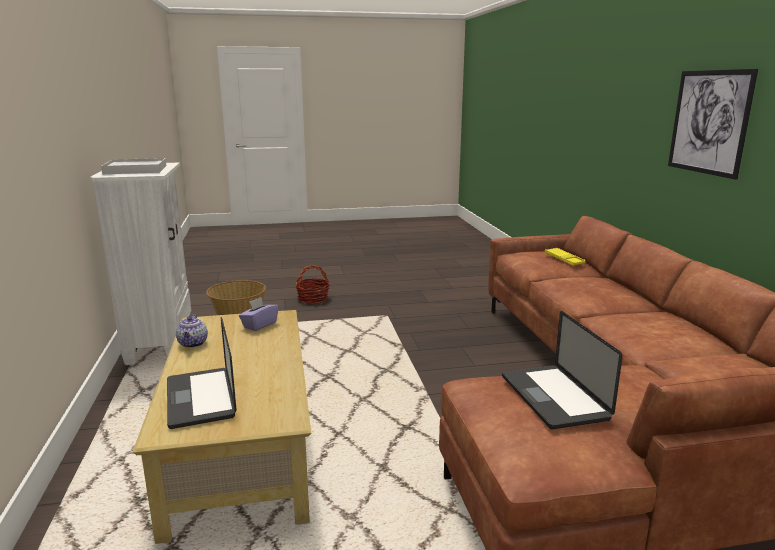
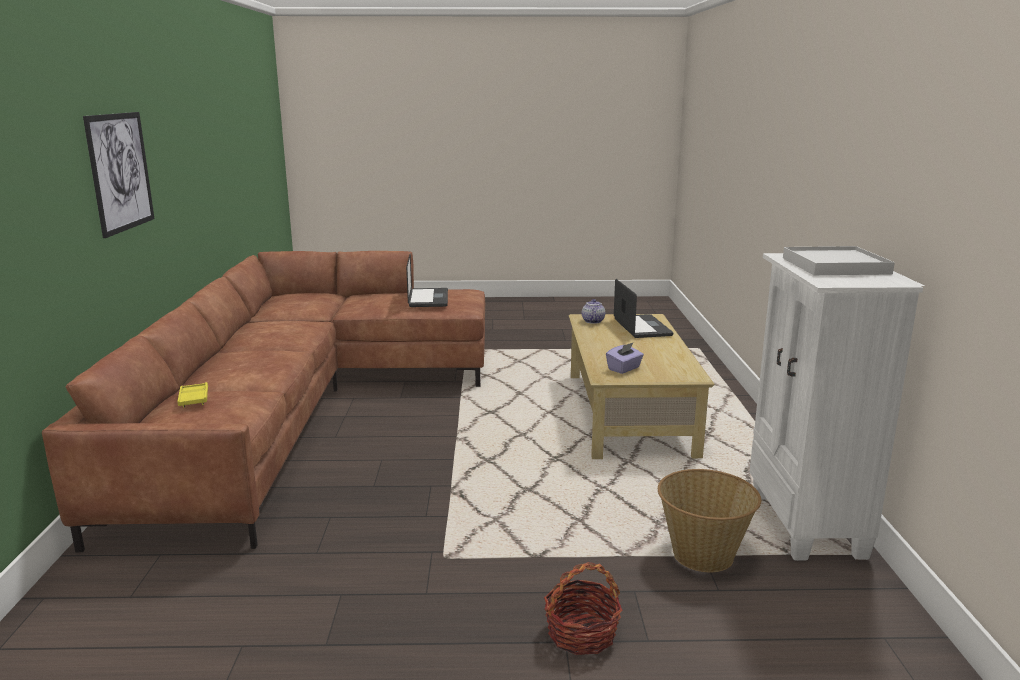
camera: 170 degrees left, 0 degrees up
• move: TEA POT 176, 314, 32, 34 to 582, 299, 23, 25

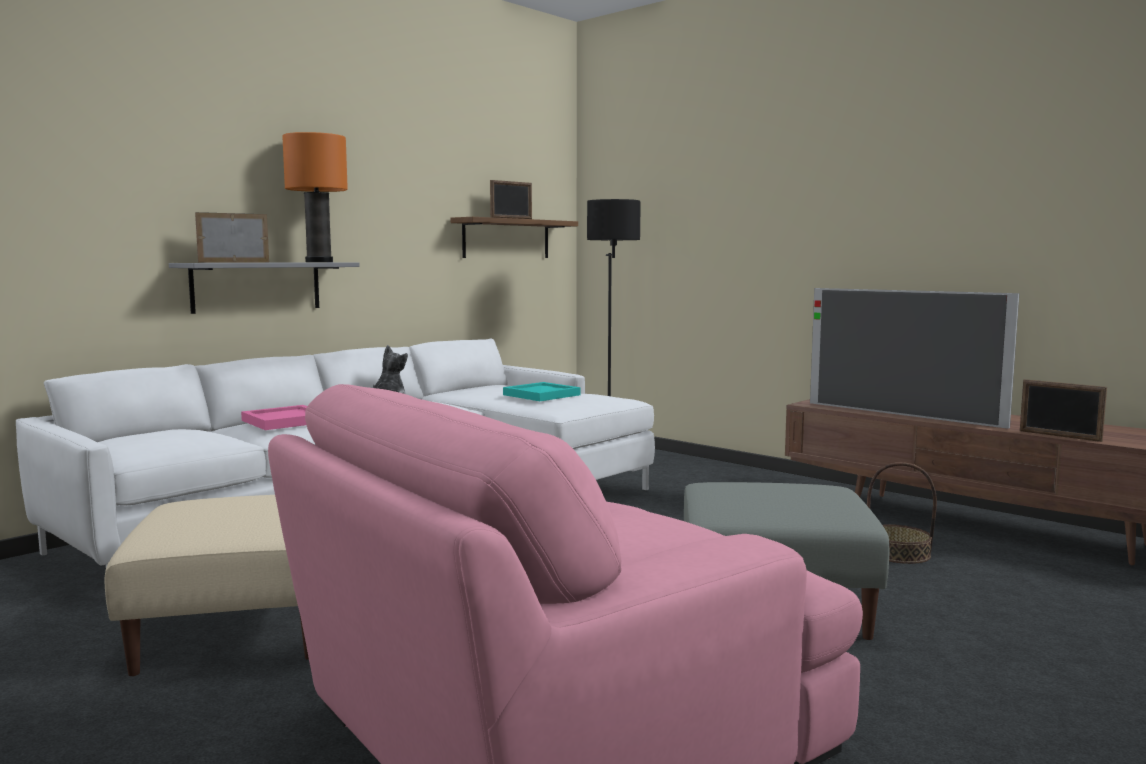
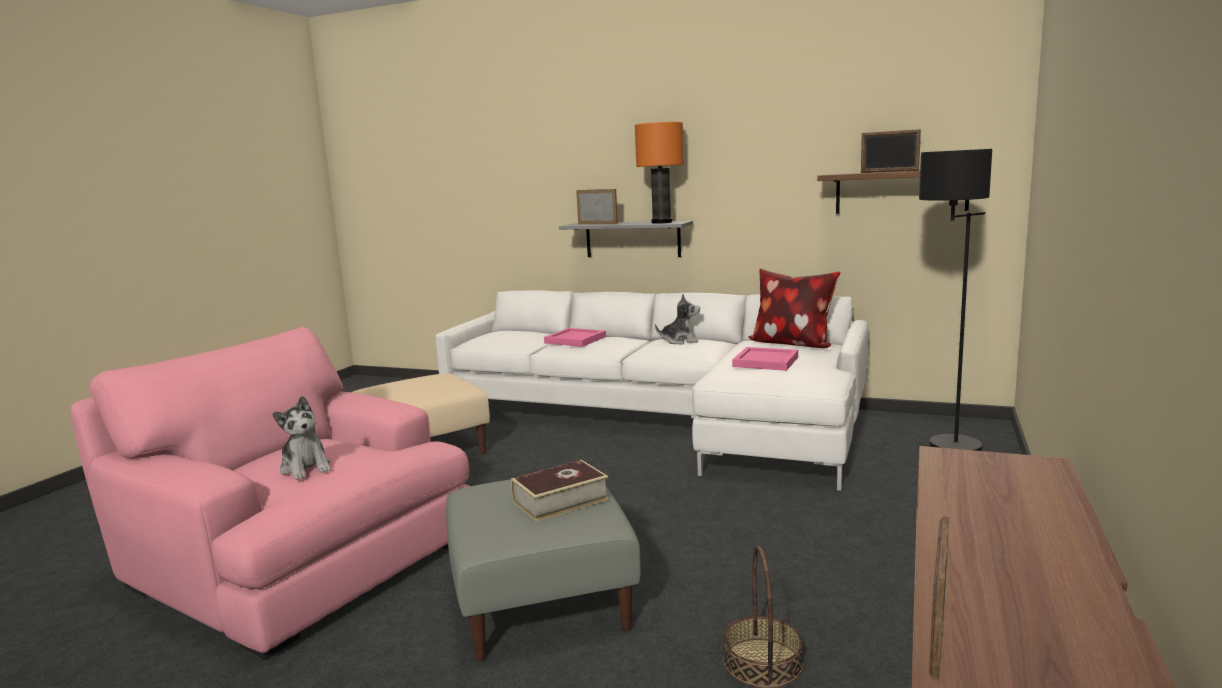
camera: 70 degrees right, 5 degrees up
• recolor: TURQUOISE CARRYING TRAY 503, 382, 77, 19 to PINK CARRYING TRAY 732, 347, 66, 24
• delete: TV SET 810, 288, 209, 141
• insert: PLUSH TOY 273, 396, 58, 84
• insert: VOLUME 511, 460, 98, 62
• insert: PILLOW 749, 269, 91, 79

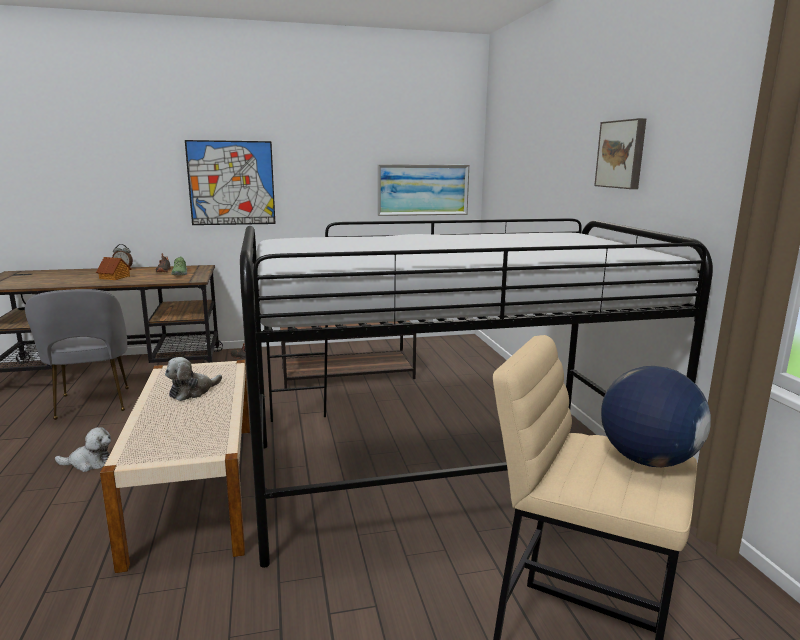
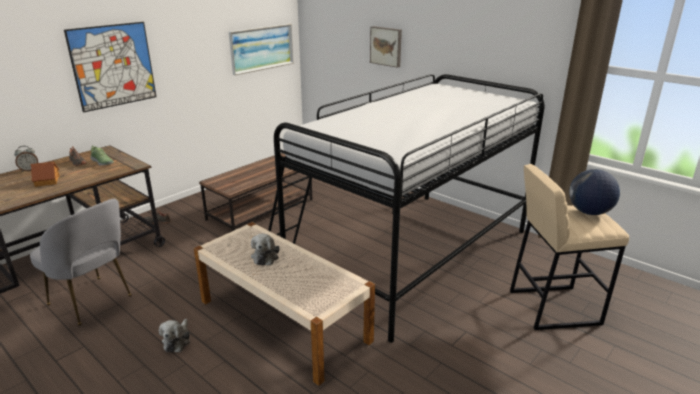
camera: 35 degrees left, 10 degrees up
• rotate: PLUSH TOY 55, 427, 56, 45 = 159, 319, 31, 33 135 degrees clockwise
• move: PICTURE 594, 118, 52, 71 to 370, 26, 32, 42

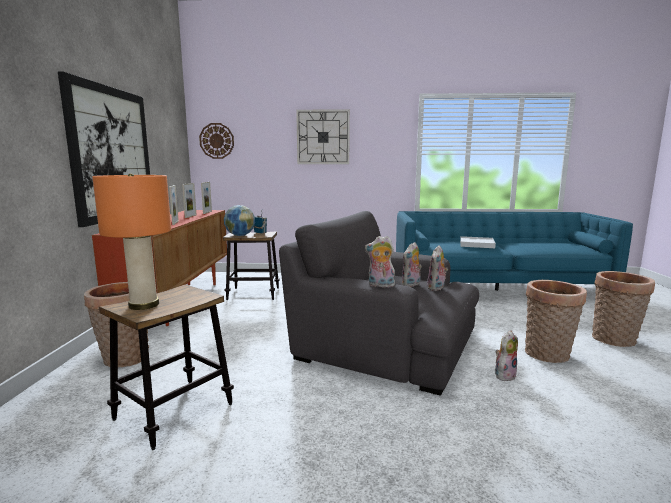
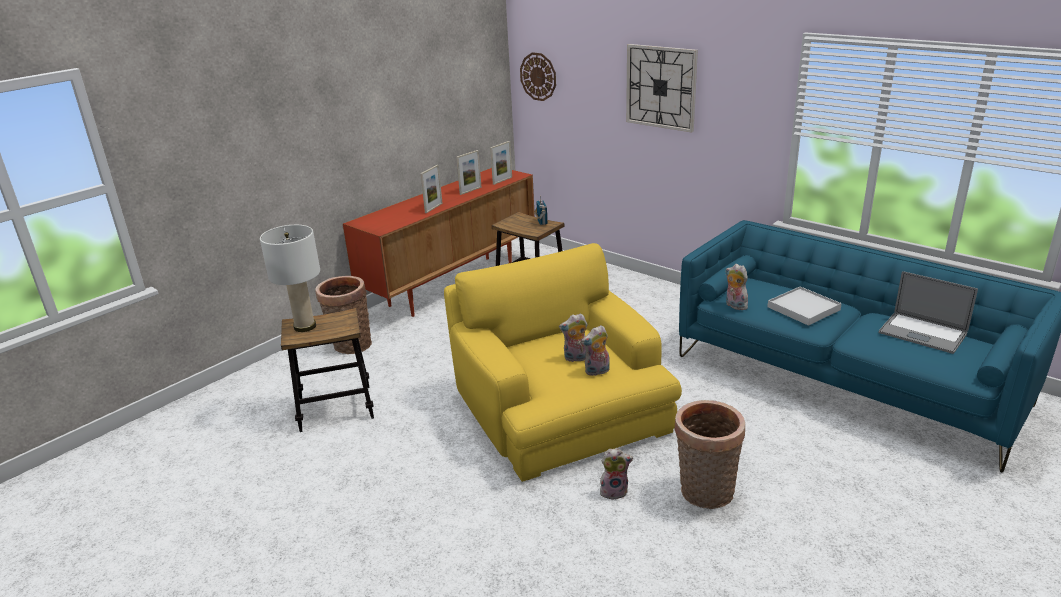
camera: 40 degrees right, 15 degrees up
• delete: PICTURE 58, 72, 92, 155
• recolor: ORANGE TABLE LAMP 92, 173, 79, 137 to WHITE-COLOURED TABLE LAMP 260, 225, 60, 107
• delete: GLOBE 224, 205, 31, 31
• recolor: GREY LOUNGE CHAIR 279, 211, 200, 185 to YELLOW-COLOURED LOUNGE CHAIR 444, 243, 238, 239
• move: PLUSH TOY 365, 236, 31, 52 to 726, 264, 25, 46
• delete: HOUSEHOLD BASKET 592, 271, 63, 76
• insert: NOTEBOOK COMPUTER 878, 271, 100, 83

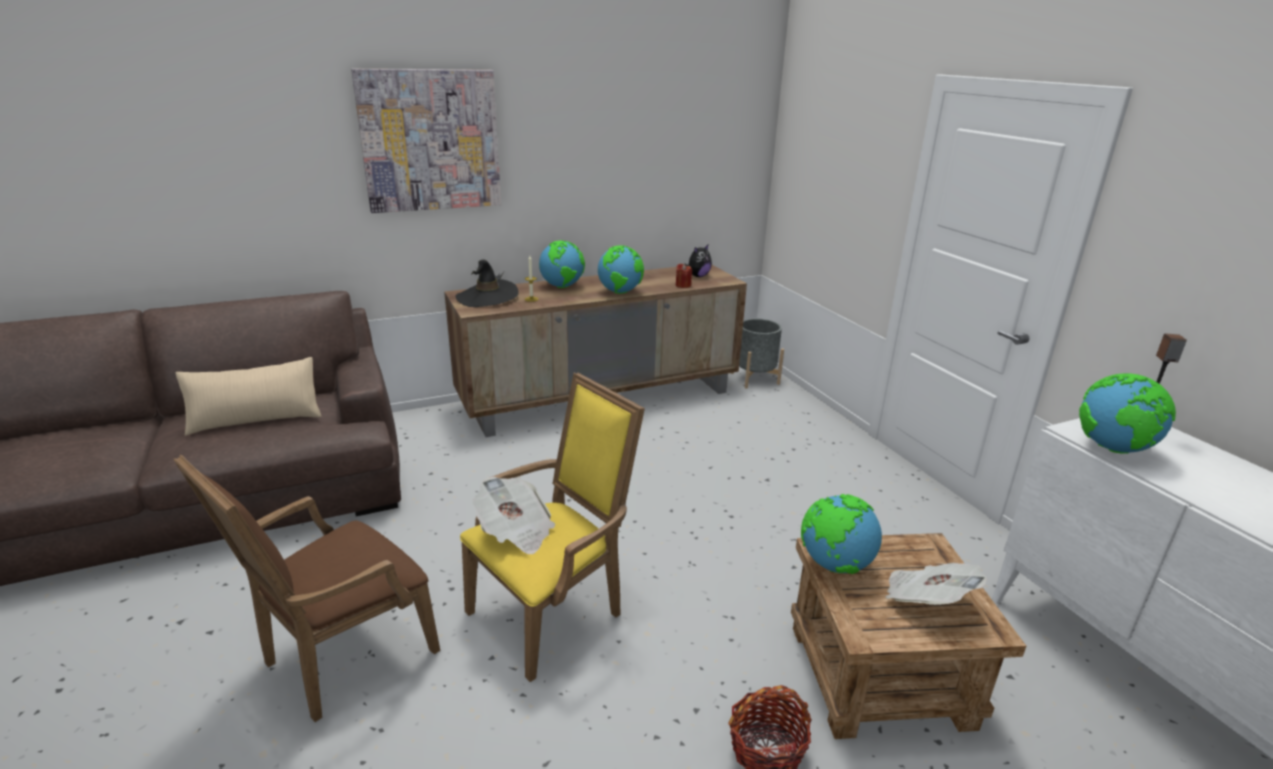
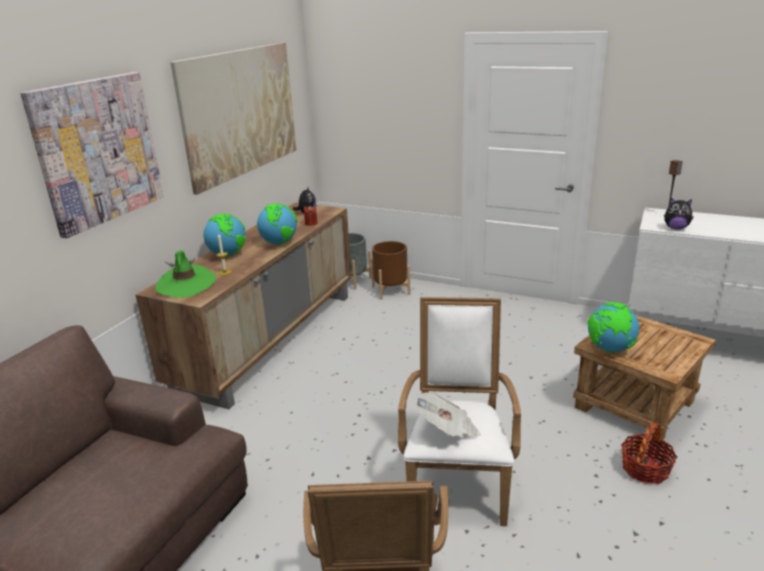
camera: 40 degrees left, 0 degrees up
• delete: BEIGE-COLOURED PILLOW 176, 357, 146, 79
• recolor: BLACK-COLOURED WEARABLE HAT 455, 259, 64, 48 to GREEN-COLOURED WEARABLE HAT 155, 250, 61, 48
• recolor: YELLOW-COLOURED LOUNGE CHAIR 460, 372, 185, 310 to WHITE-COLOURED LOUNGE CHAIR 398, 297, 123, 229
• delete: PRINTED PAPER 886, 563, 101, 42
• replace: GLOBE 1079, 373, 97, 81 to PLUSH TOY 664, 198, 29, 32
• insert: PICTURE 170, 42, 126, 153
• insert: BROWN FLOWER POT 371, 241, 40, 59

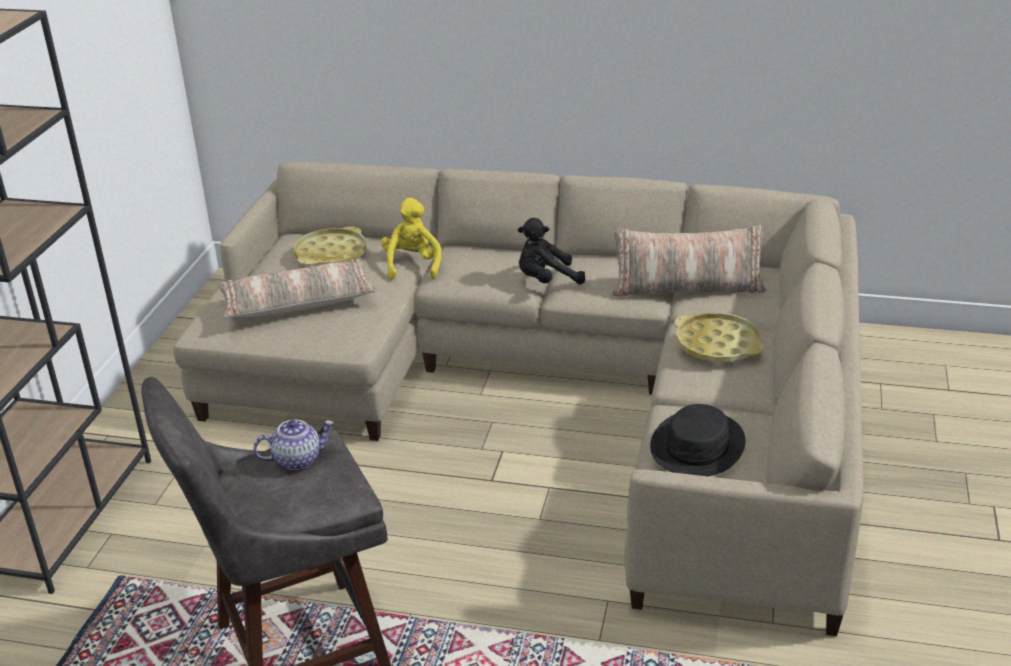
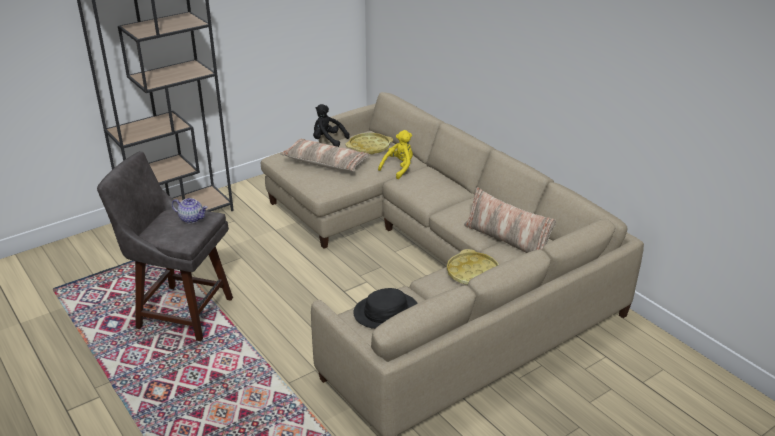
camera: 40 degrees right, 0 degrees up
• move: BLACK-COLOURED PLUSH TOY 518, 218, 67, 66 to 313, 104, 37, 43

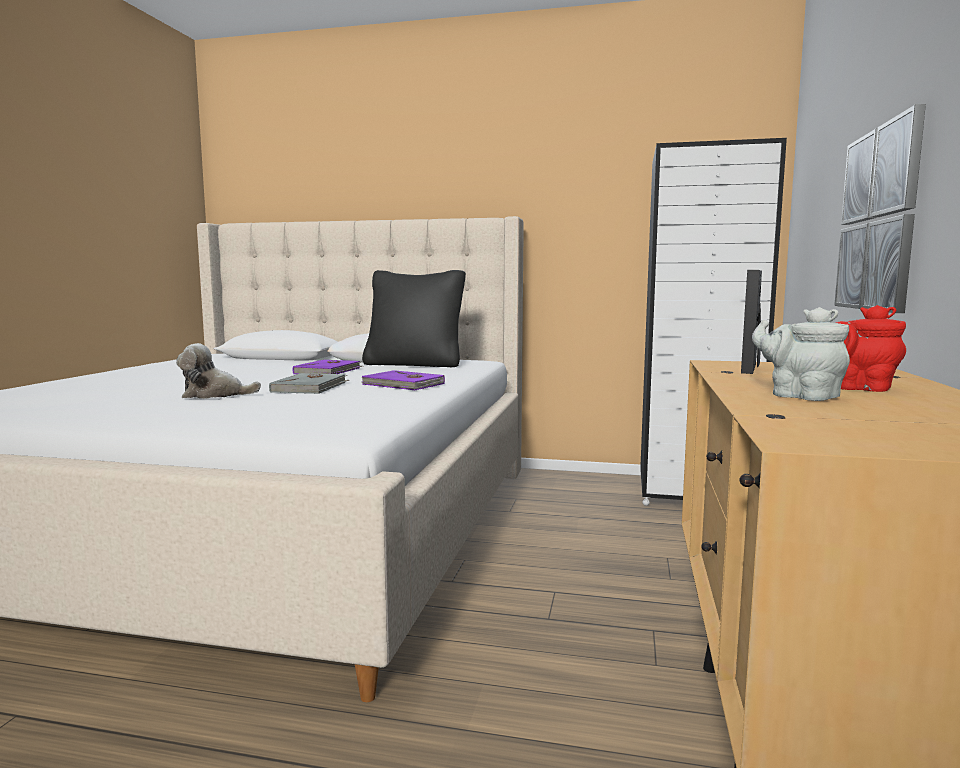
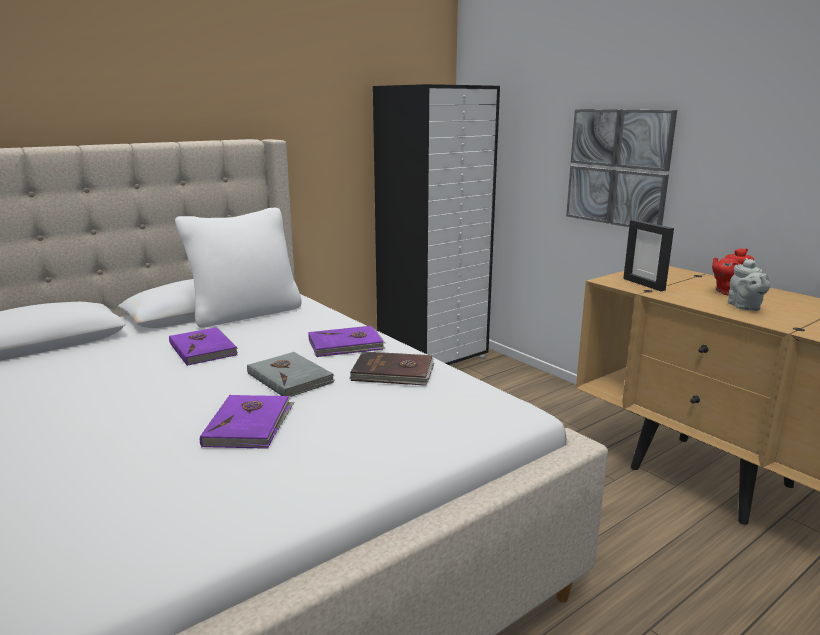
camera: 50 degrees left, 10 degrees up
• replace: PLUSH TOY 176, 343, 85, 56 to PURPLE-COLOURED VOLUME 200, 395, 94, 54
• recolor: BLACK-COLOURED PILLOW 362, 270, 104, 97 to WHITE-COLOURED PILLOW 175, 208, 127, 120
• rotate: GREY TEA POT 752, 307, 98, 94 = 728, 258, 43, 53 90 degrees counterclockwise
• insert: BROWN VOLUME 349, 351, 85, 35

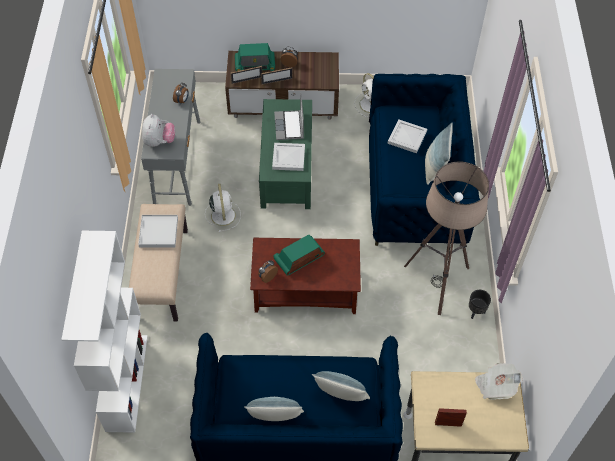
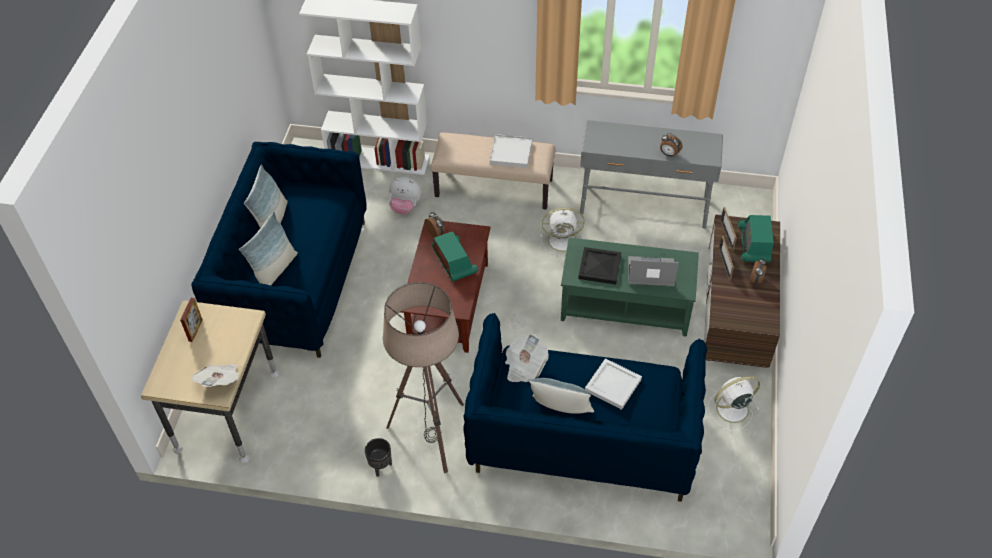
camera: 100 degrees right, 5 degrees down
• move: PLUSH TOY 142, 114, 33, 33 to 389, 177, 33, 38
• recolor: WHITE-COLOURED CARRYING TRAY 272, 143, 33, 28 to BLACK-COLOURED CARRYING TRAY 578, 247, 43, 38
• insert: PRINTED PAPER 505, 334, 44, 48

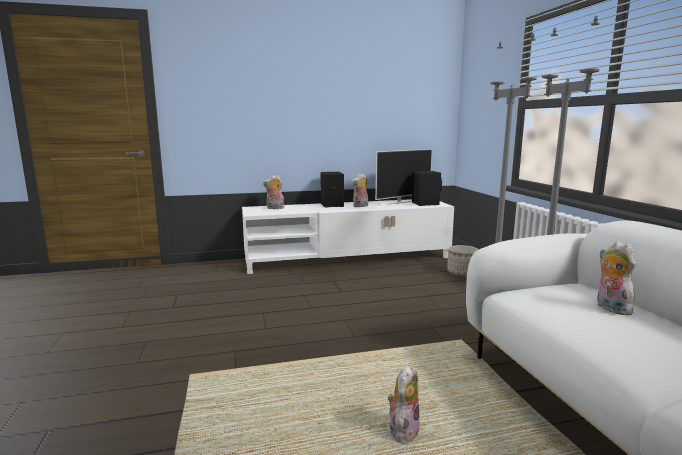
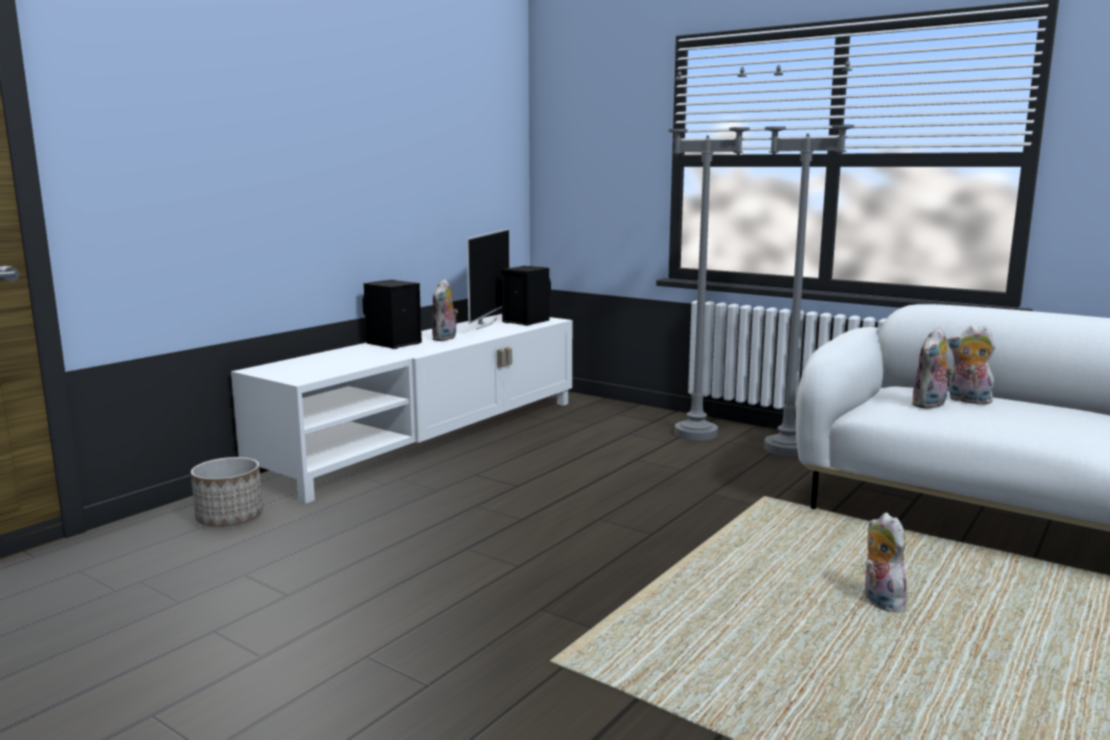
camera: 40 degrees left, 0 degrees up
• move: PLUSH TOY 263, 175, 21, 34 to 911, 327, 43, 82
• move: FLOWER POT 447, 245, 32, 31 to 191, 457, 72, 70

